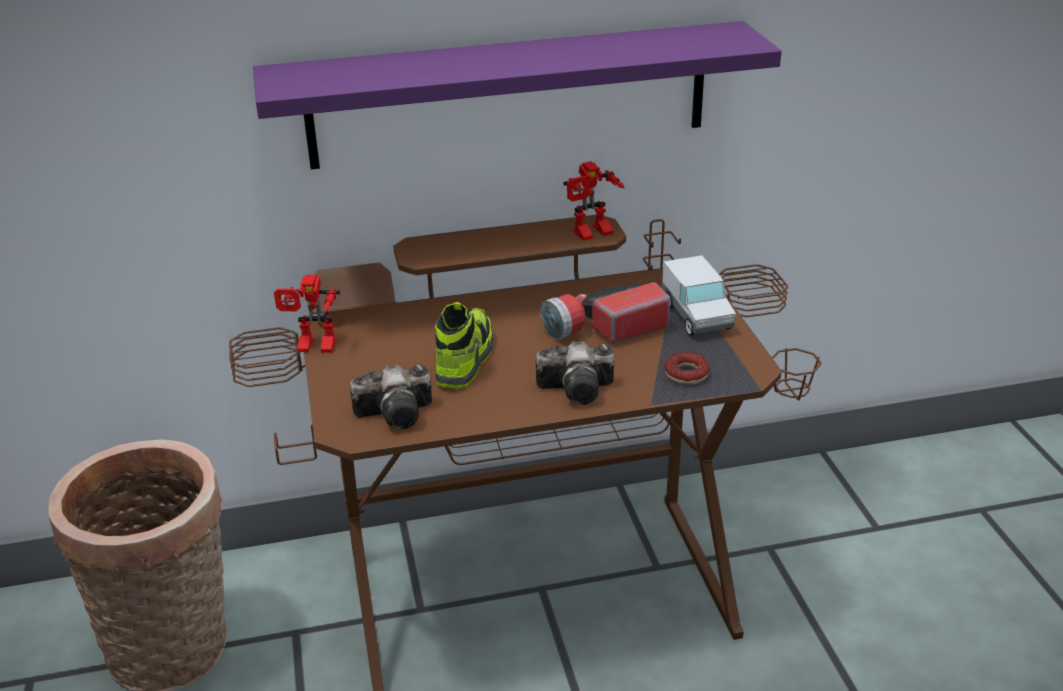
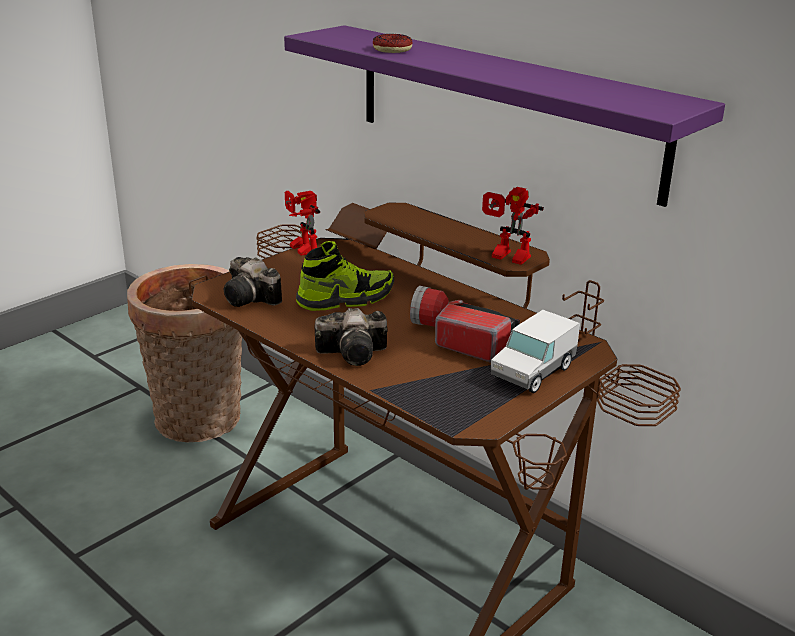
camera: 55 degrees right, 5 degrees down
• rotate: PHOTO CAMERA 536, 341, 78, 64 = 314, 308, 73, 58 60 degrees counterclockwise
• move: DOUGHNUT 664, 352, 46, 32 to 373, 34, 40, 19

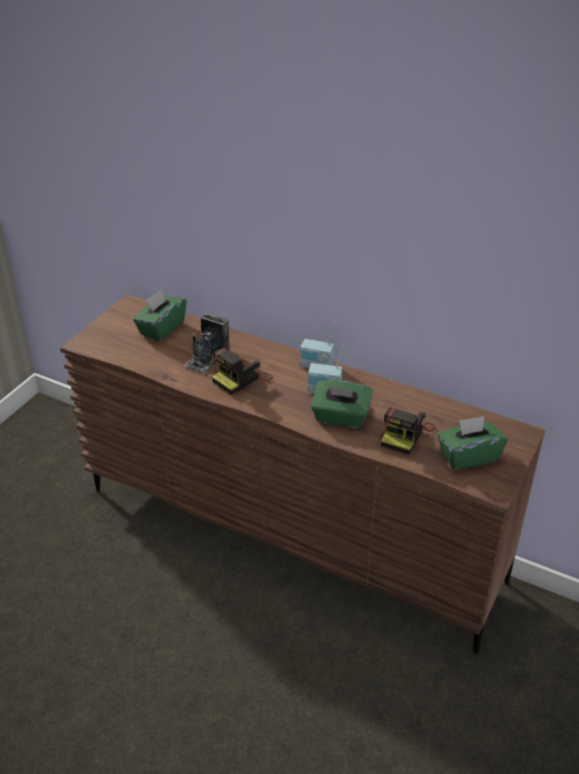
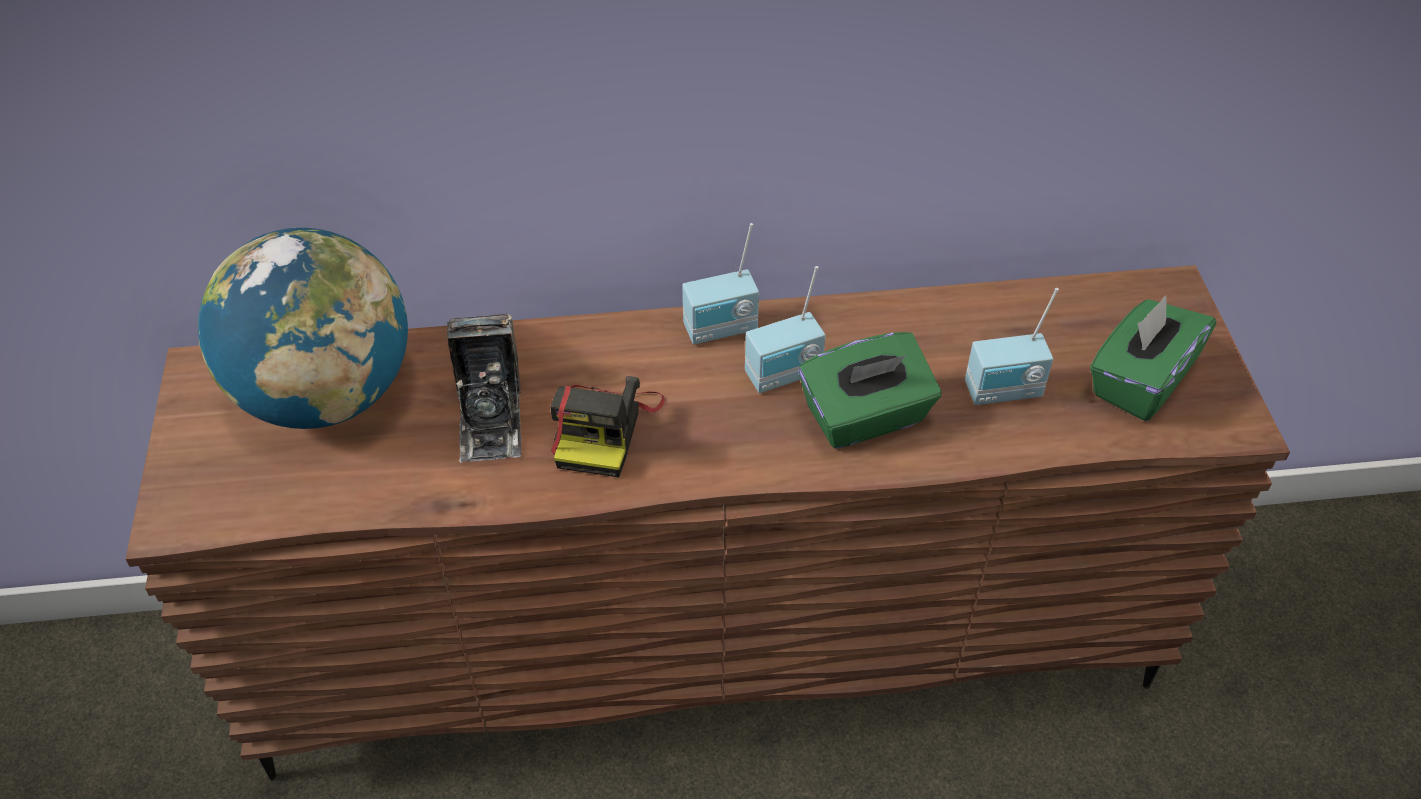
camera: 35 degrees left, 10 degrees up
• replace: GREEN-COLOURED TISSUE HOLDER 133, 289, 54, 52 to GLOBE 198, 227, 210, 202
• replace: PHOTO CAMERA 380, 407, 55, 48 to RADIO SET 965, 288, 94, 117

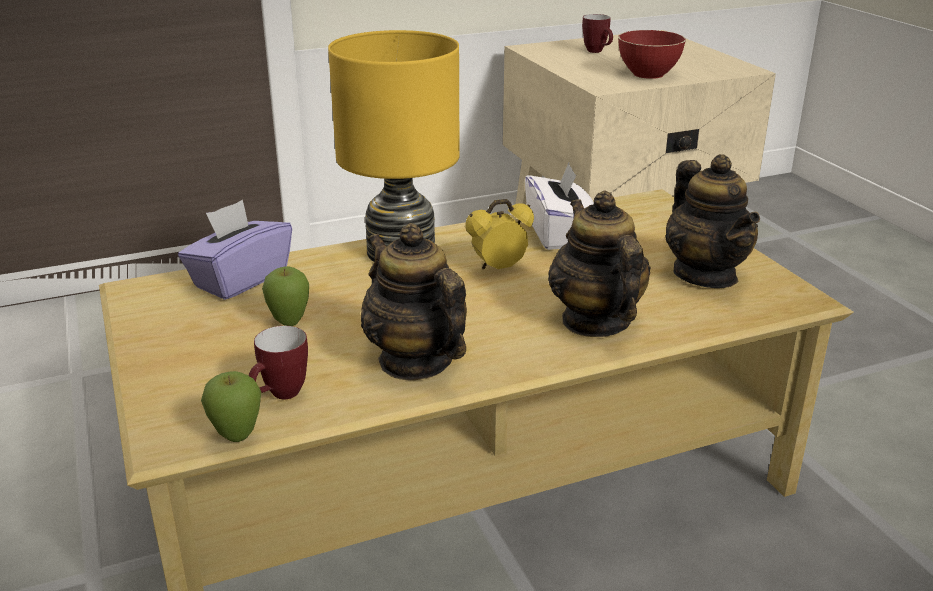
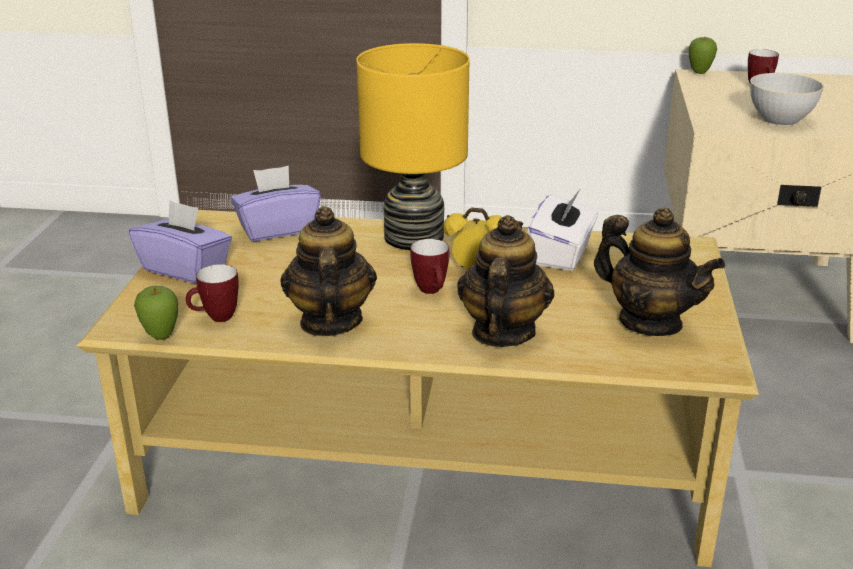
camera: 30 degrees right, 0 degrees up
• move: APPLE 262, 267, 47, 59 to 689, 37, 28, 37
• recolor: RED SERVING BOWL 618, 30, 68, 49 to GREY SERVING BOWL 750, 73, 74, 53
• rotate: TEA POT 665, 154, 95, 134 = 594, 207, 131, 129 60 degrees counterclockwise
• insert: PURPLE-COLOURED TISSUE HOLDER 129, 200, 103, 84
• insert: TEA MUG 410, 239, 39, 55

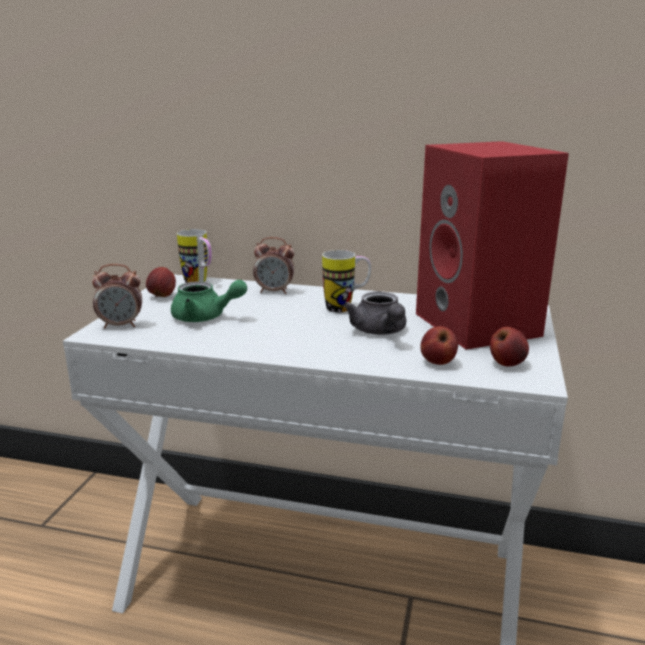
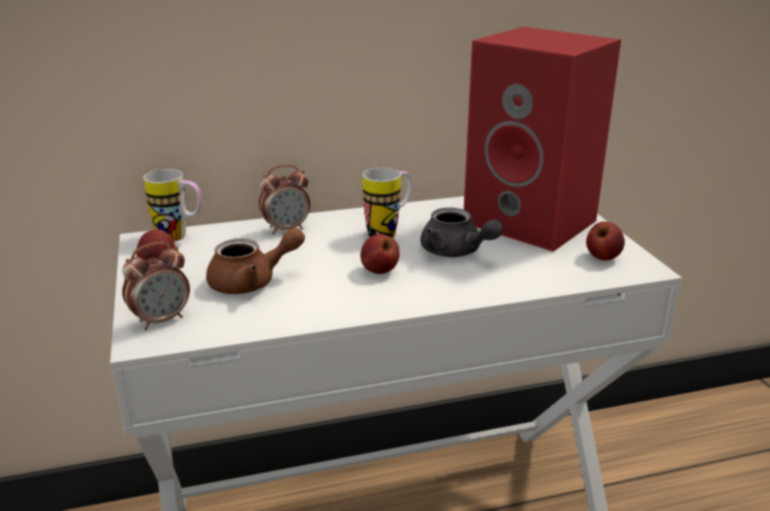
camera: 30 degrees left, 5 degrees up
• recolor: GREEN-COLOURED TEA POT 171, 280, 76, 42 to BROWN TEA POT 206, 228, 99, 66
• move: APPLE 420, 326, 38, 39 to 361, 234, 39, 40

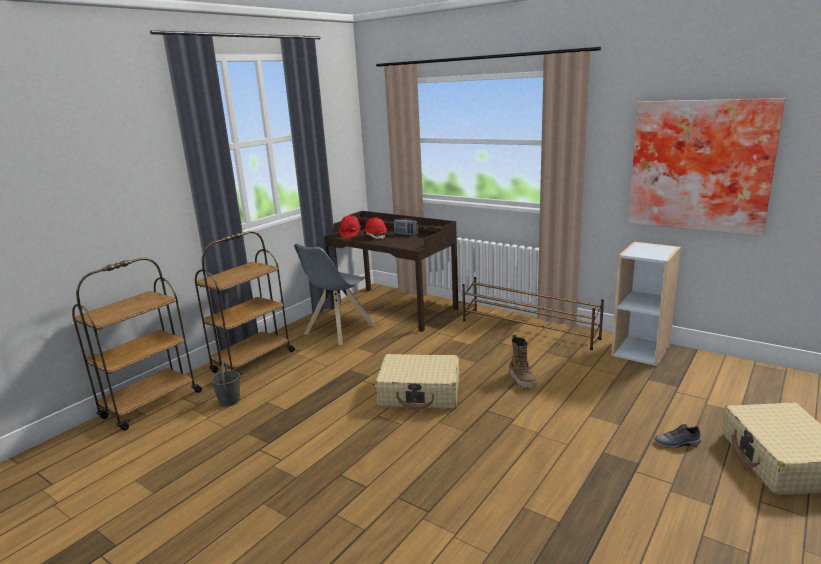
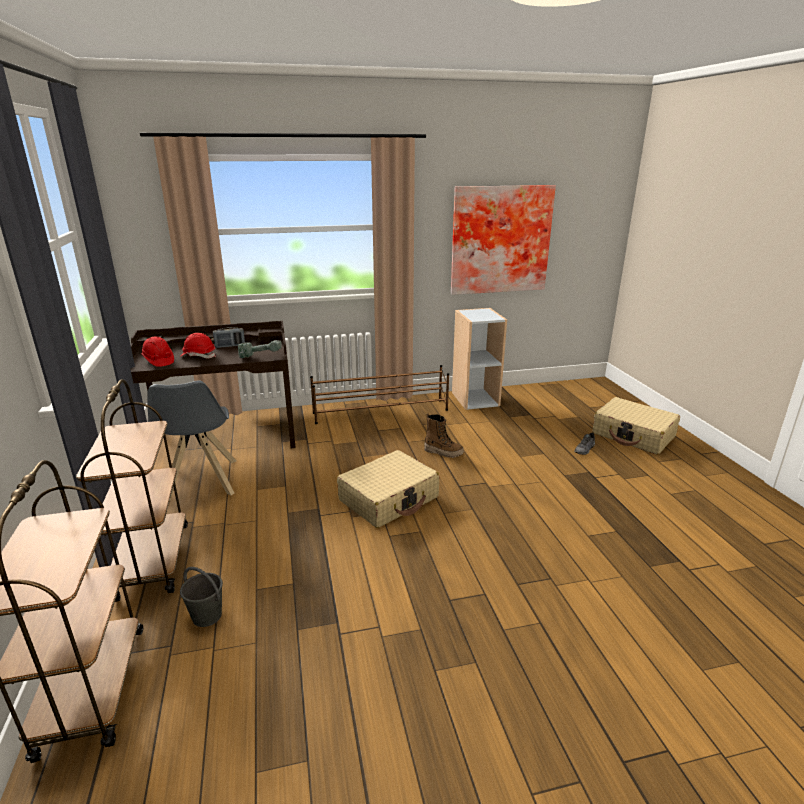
camera: 50 degrees left, 5 degrees up
• insert: ELECTRIC DRILL 238, 340, 44, 18

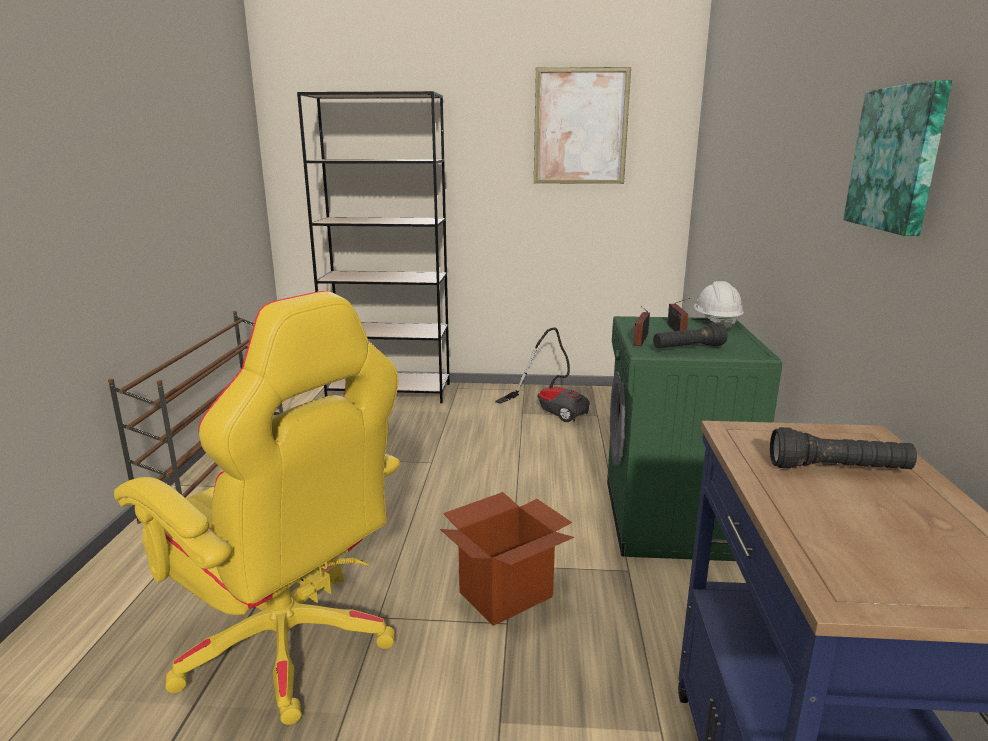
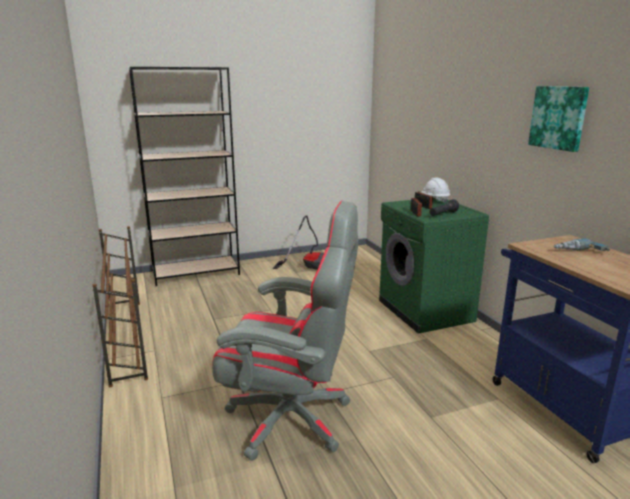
camera: 25 degrees left, 0 degrees up
• recolor: YELLOW-COLOURED COMPUTER CHAIR 114, 291, 286, 434 to GREY COMPUTER CHAIR 212, 201, 146, 260
• delete: CARTON 440, 492, 134, 134
• delete: PICTURE 534, 67, 97, 117
• replace: BLACK-COLOURED FLASHLIGHT 770, 427, 147, 42 to ELECTRIC DRILL 553, 239, 57, 12

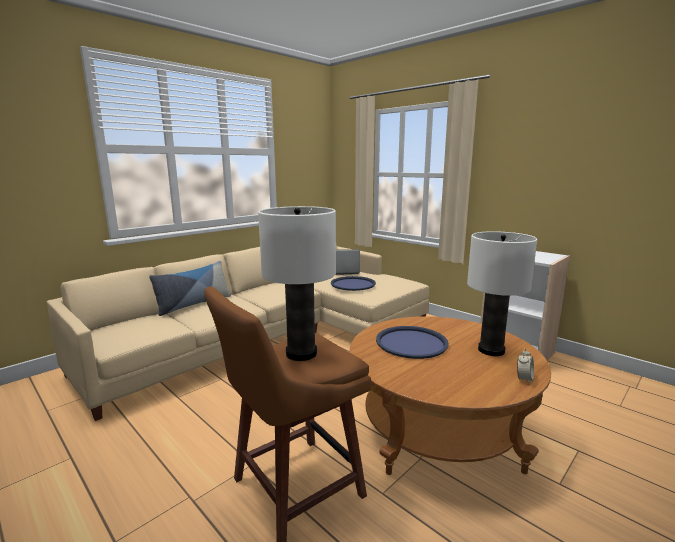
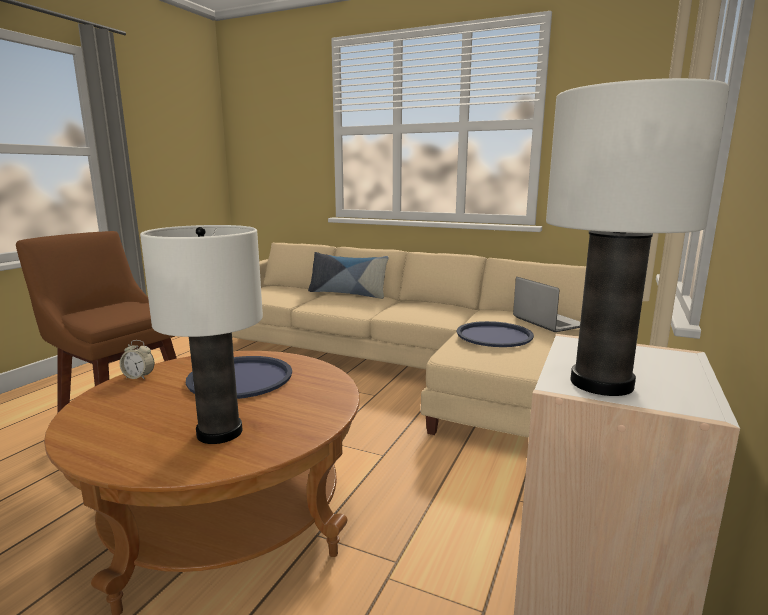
camera: 70 degrees right, 0 degrees up
• move: WHITE-COLOURED TABLE LAMP 258, 206, 78, 155 to 546, 78, 183, 318
• move: TABLE CLOCK 517, 348, 17, 36 to 120, 340, 34, 40

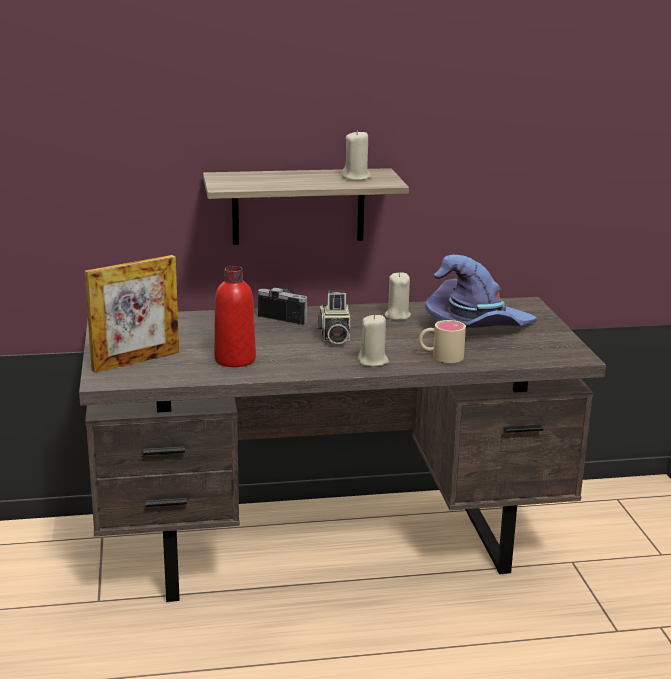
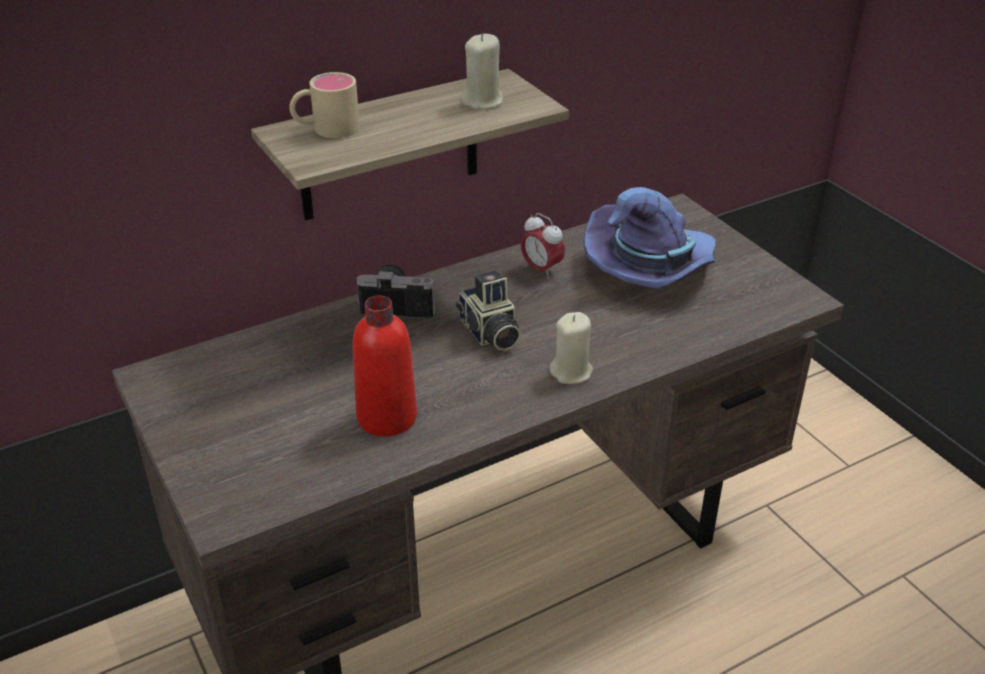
camera: 20 degrees left, 15 degrees up
• delete: PICTURE FRAME 85, 255, 94, 118
• replace: BEIGE-COLOURED WAX LIGHT 385, 272, 26, 48 to TABLE CLOCK 521, 213, 44, 66
• move: BEIGE-COLOURED TEA MUG 419, 320, 47, 43 to 290, 72, 70, 66

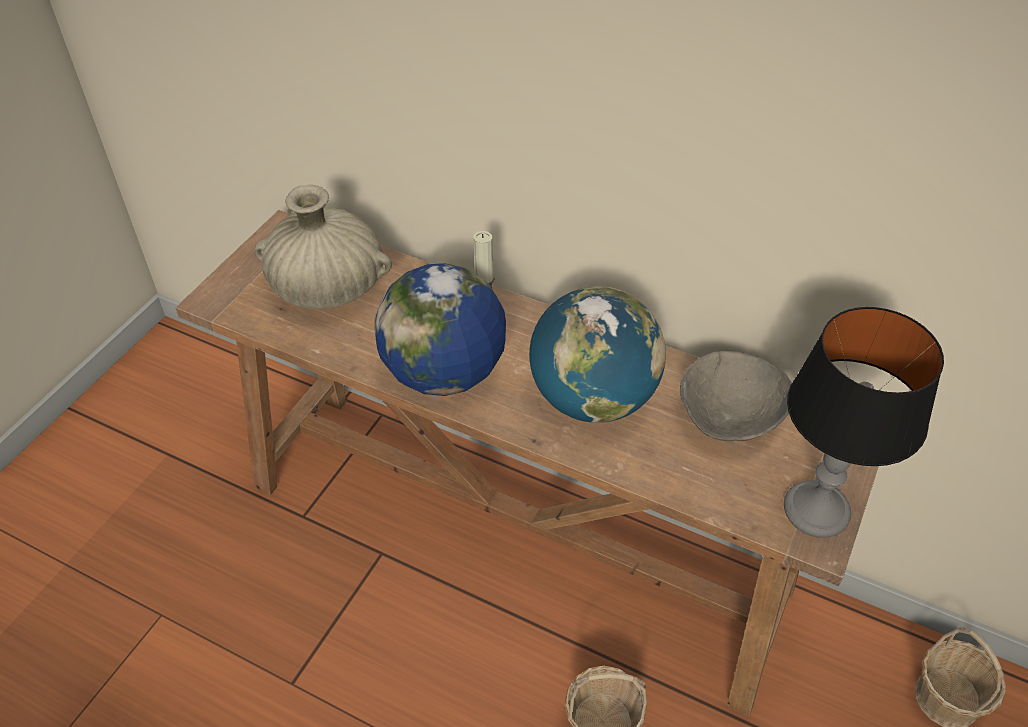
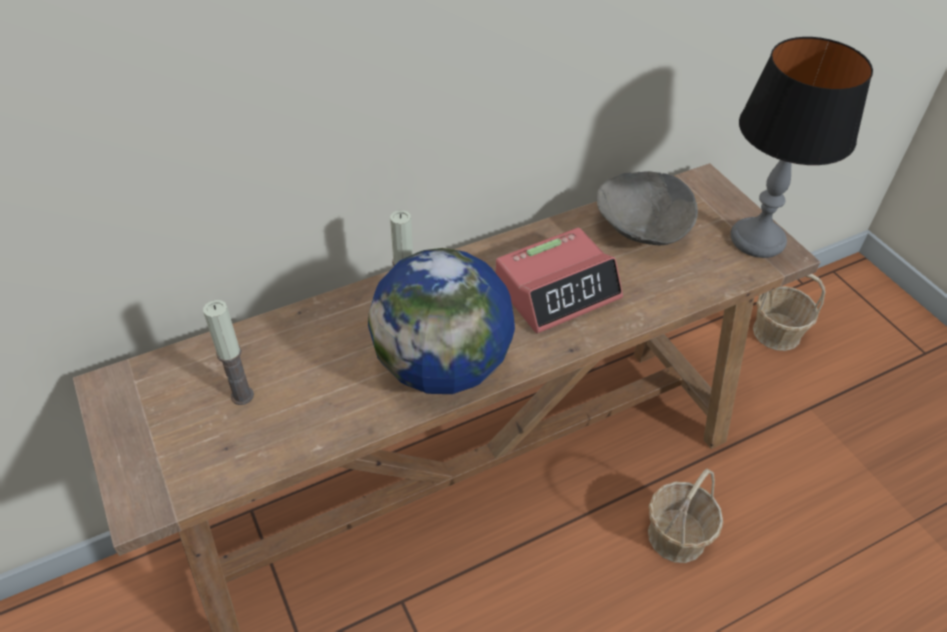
camera: 55 degrees left, 0 degrees up
• replace: BEIGE-COLOURED VASE 254, 185, 138, 124 to WAX LIGHT 203, 300, 51, 105
• replace: GLOBE 529, 286, 137, 137 to TABLE CLOCK 495, 228, 128, 105

